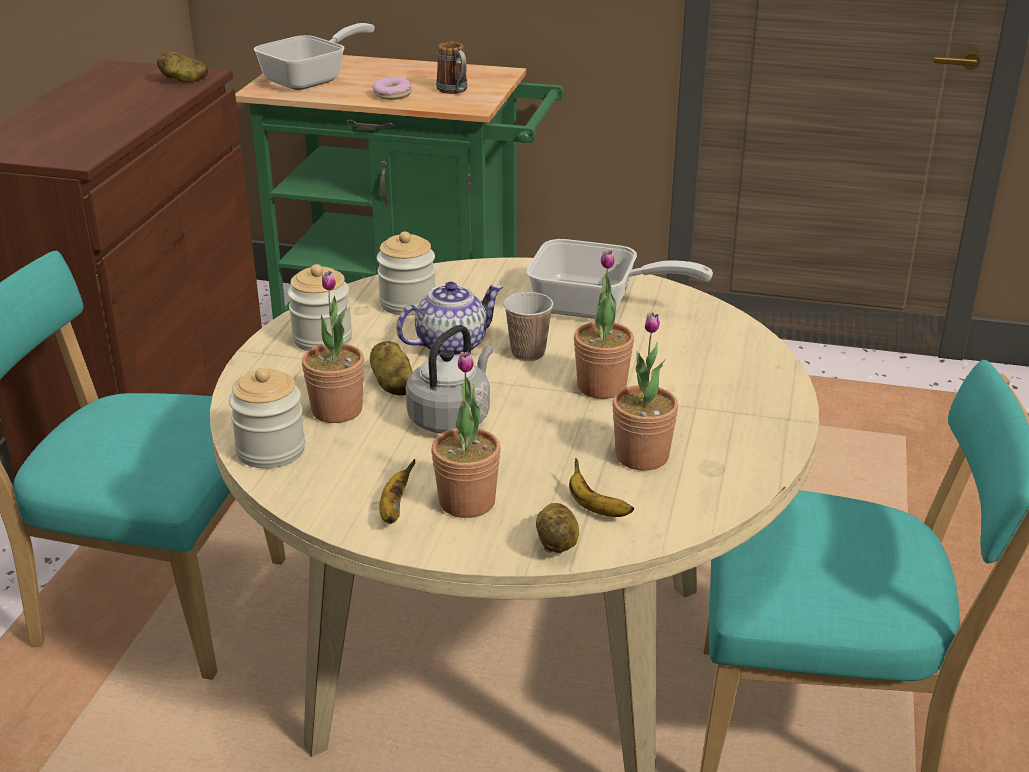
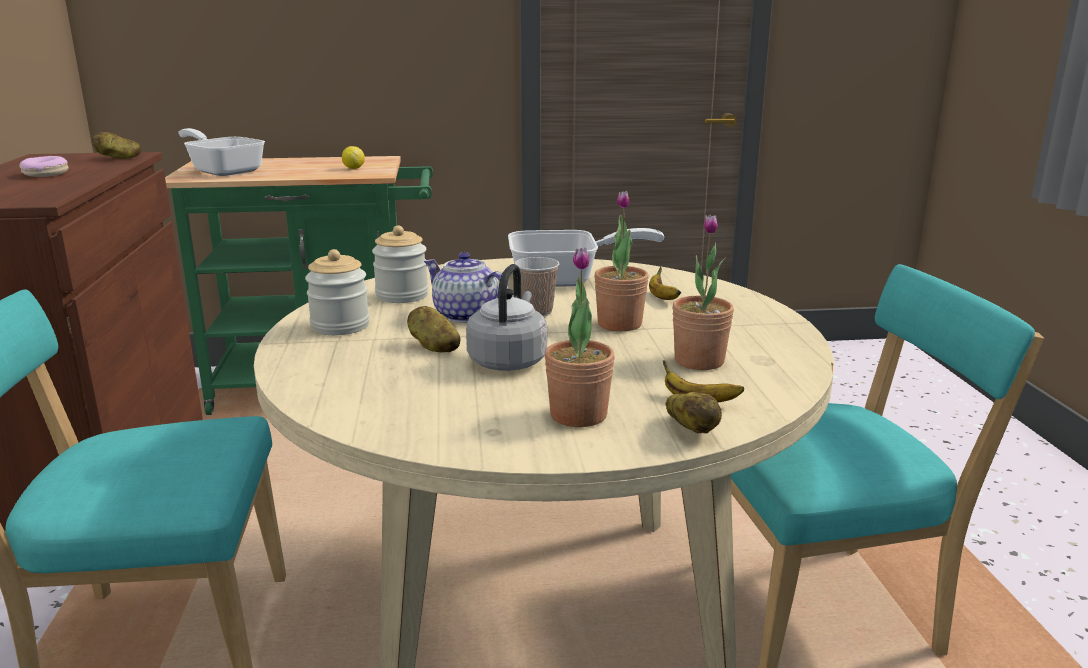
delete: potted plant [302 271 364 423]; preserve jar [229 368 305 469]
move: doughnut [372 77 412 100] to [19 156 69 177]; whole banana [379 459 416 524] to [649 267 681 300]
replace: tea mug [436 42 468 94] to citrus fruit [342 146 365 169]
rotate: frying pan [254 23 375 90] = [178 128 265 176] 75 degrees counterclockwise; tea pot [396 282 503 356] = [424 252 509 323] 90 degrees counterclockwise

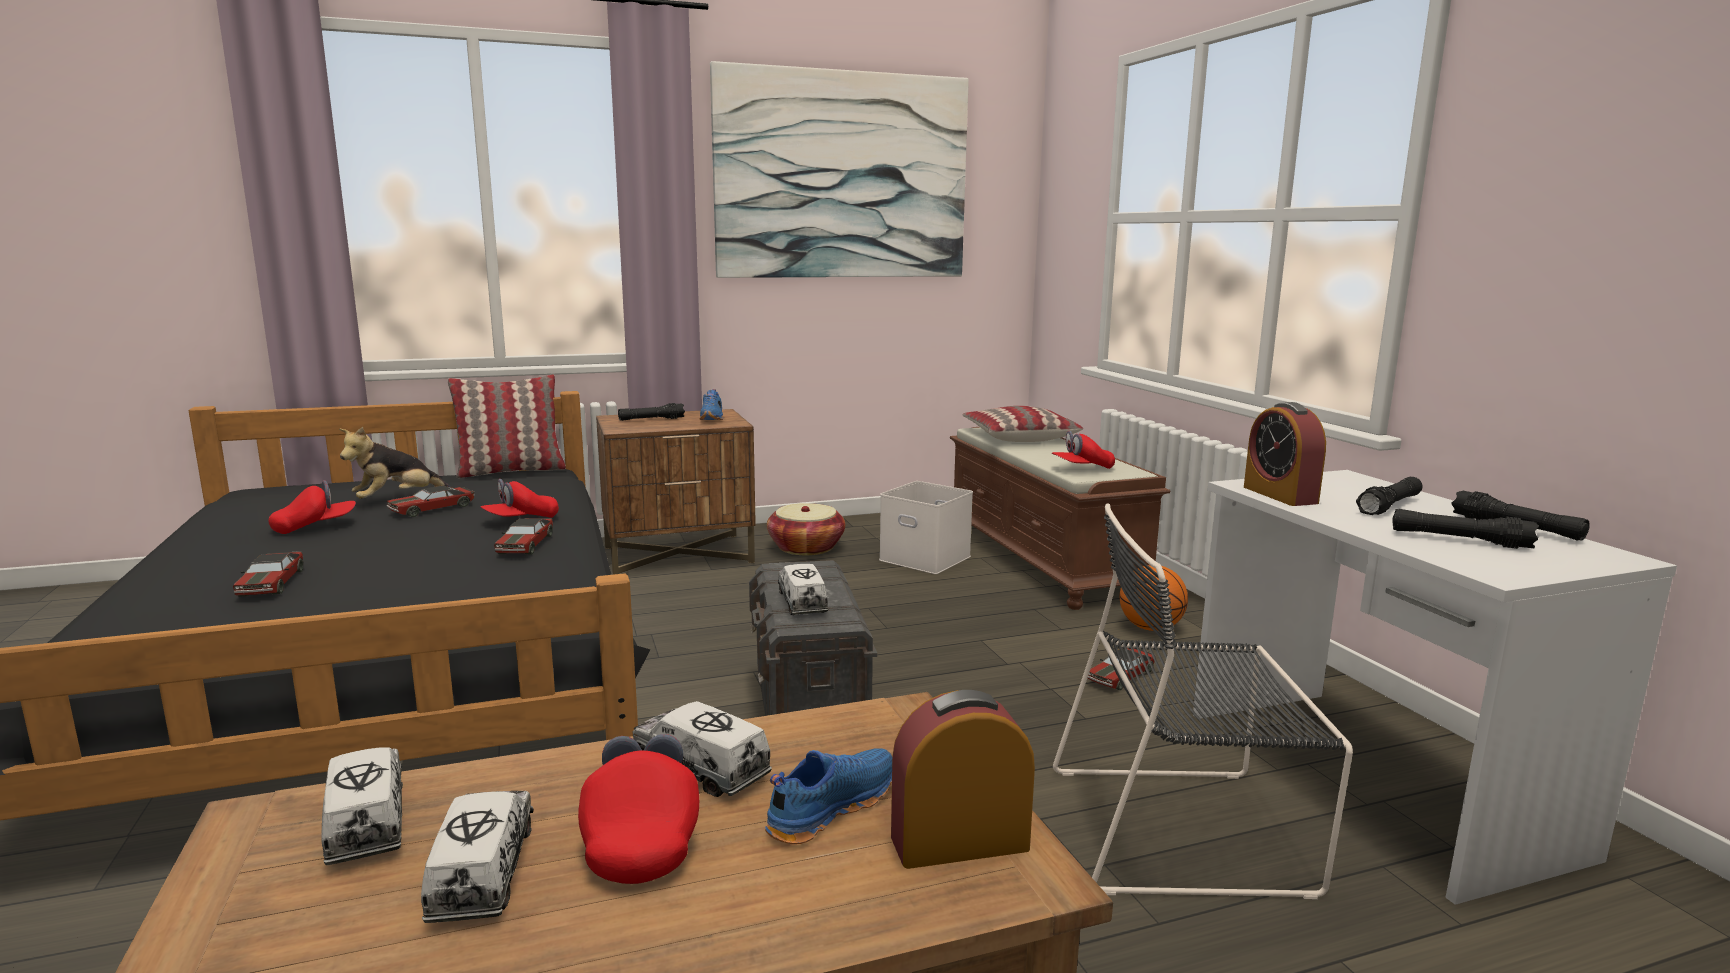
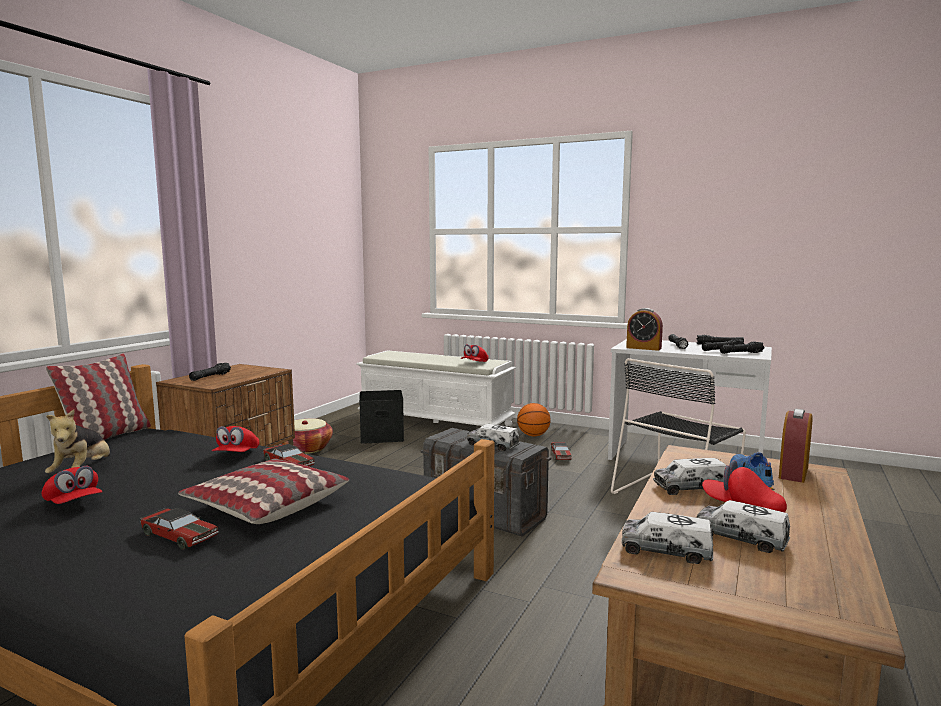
delete: picture [710 61 969 278]; blue-coloured shoe [699 389 723 420]; miniature car [387 486 475 517]
insert: blackish flashlight [720 342 765 354]
move: cushion [962 406 1083 442] to [178 458 349 524]
recolor: brownish bench [950 427 1171 610] to whitish bench [356 350 516 426]; whitish storage bin [879 481 973 574] to blackish storage bin [359 390 404 444]
rotate: red-coloured peaked cap [268 480 356 534] = [42 466 102 504] 120 degrees clockwise

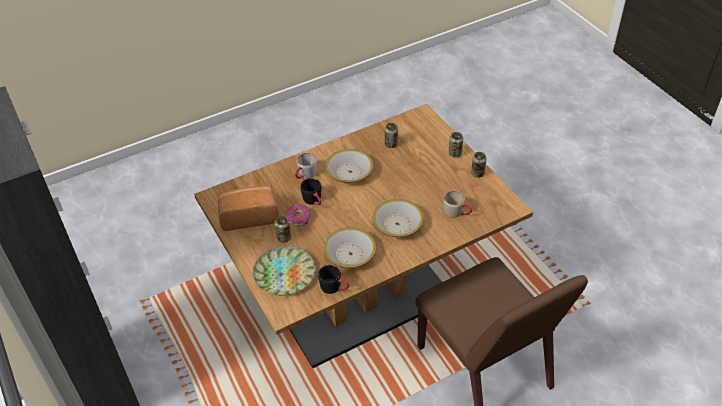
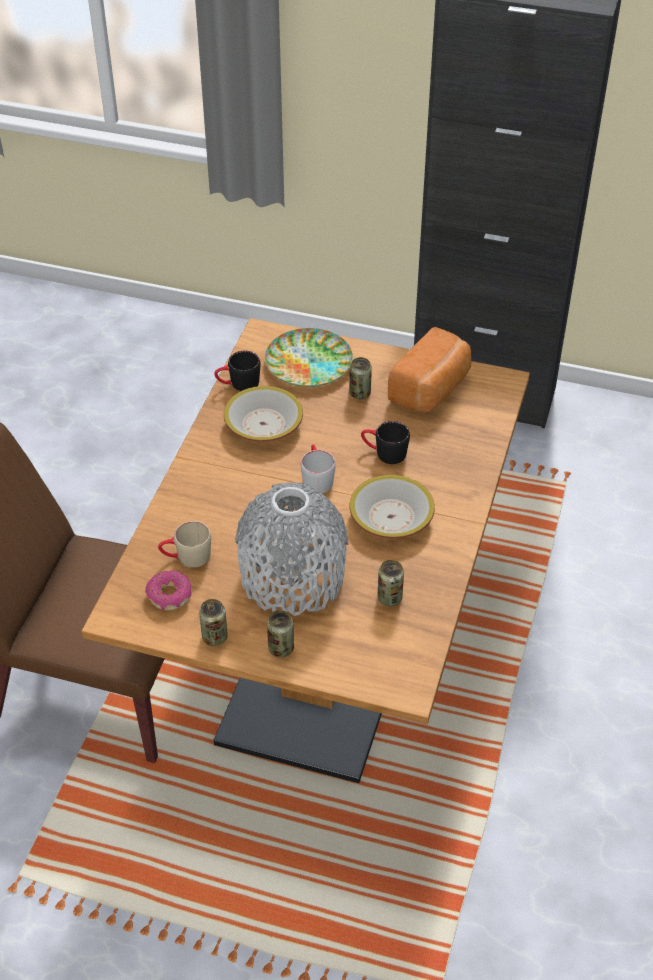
delete: serving bowl [373 199 424 238]
insert: grey decorative vase [235 483 348 616]
move: grey tea mug [295 153 317 179] to [301 444 336 494]; doughnut [286 204 311 226] to [145 571 191 610]

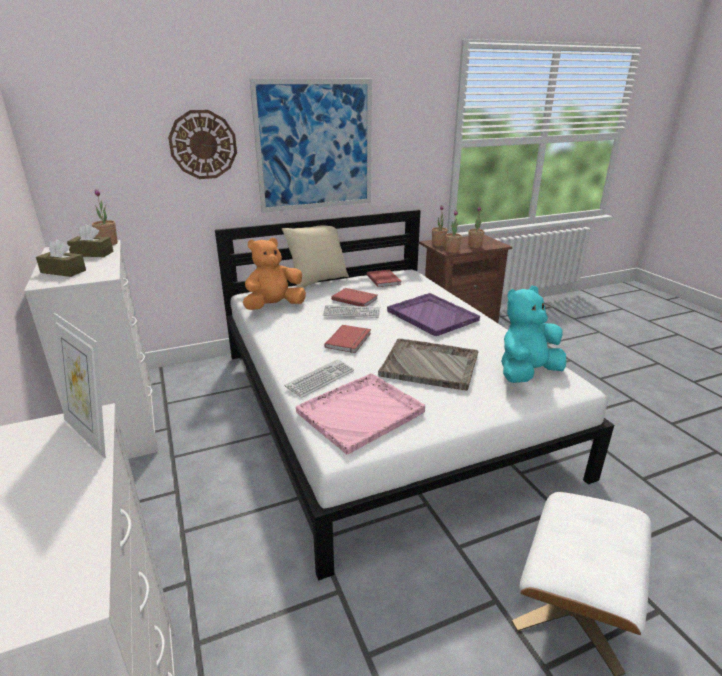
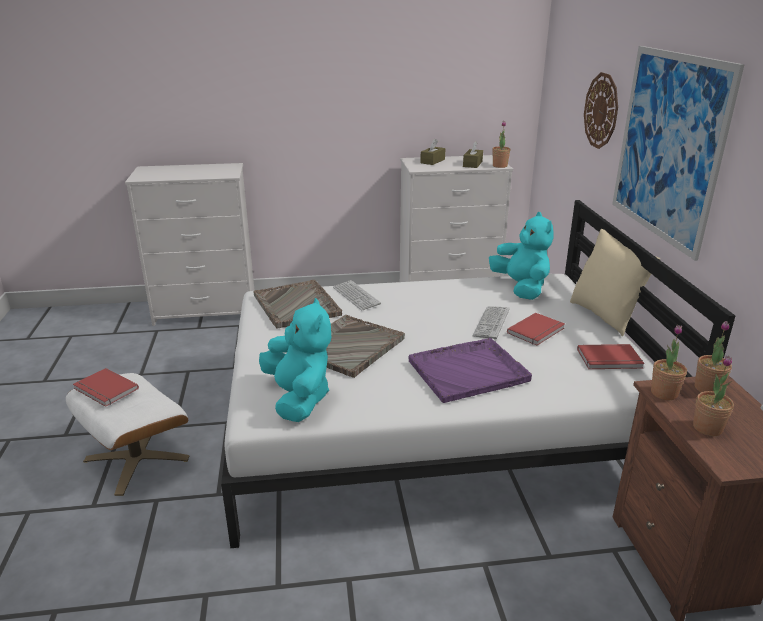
delete: photo frame [53 313 106 459]
move: red-coloured bound book [324 325 371 353] to [73 368 139 407]
recolor: orange soft toy [243 238 306 310] to blue-green soft toy [489 212 554 300]; pinkish carrying tray [296 373 425 454] to grey carrying tray [254 280 342 328]

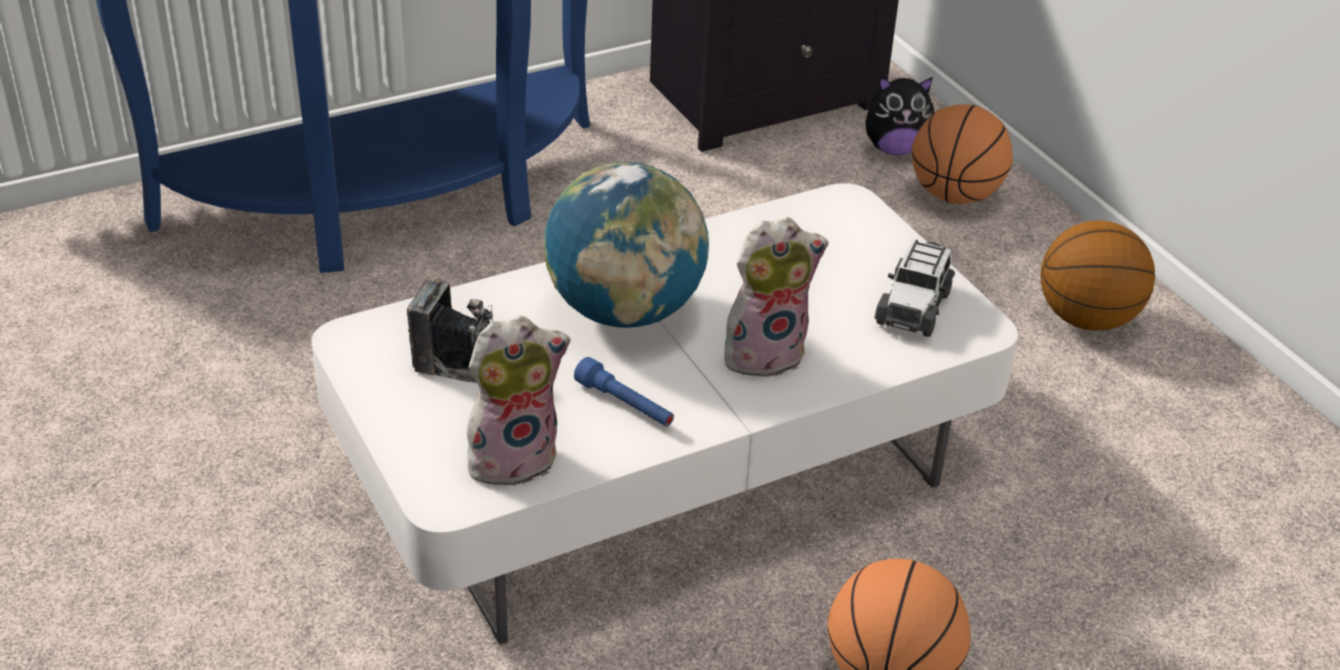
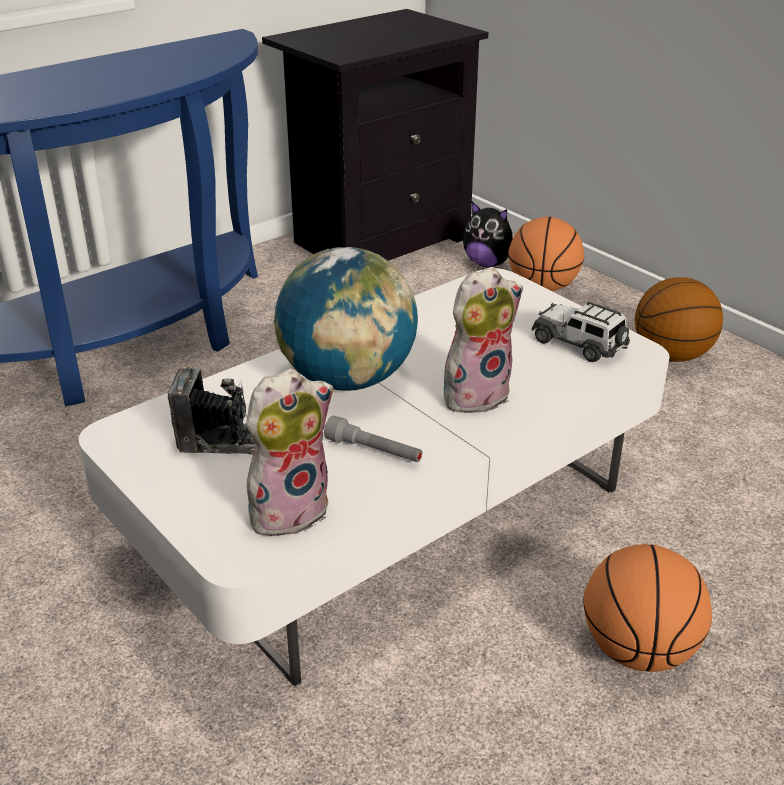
recolor: blue-coloured flashlight [574 357 674 426] to grey flashlight [324 416 422 462]
rotate: soft toy [865 76 934 155] = [463 202 513 267] 45 degrees clockwise; miniature car [874 240 955 337] = [532 302 630 362] 120 degrees clockwise

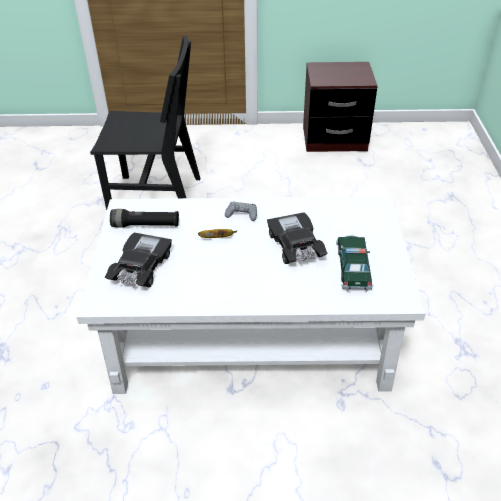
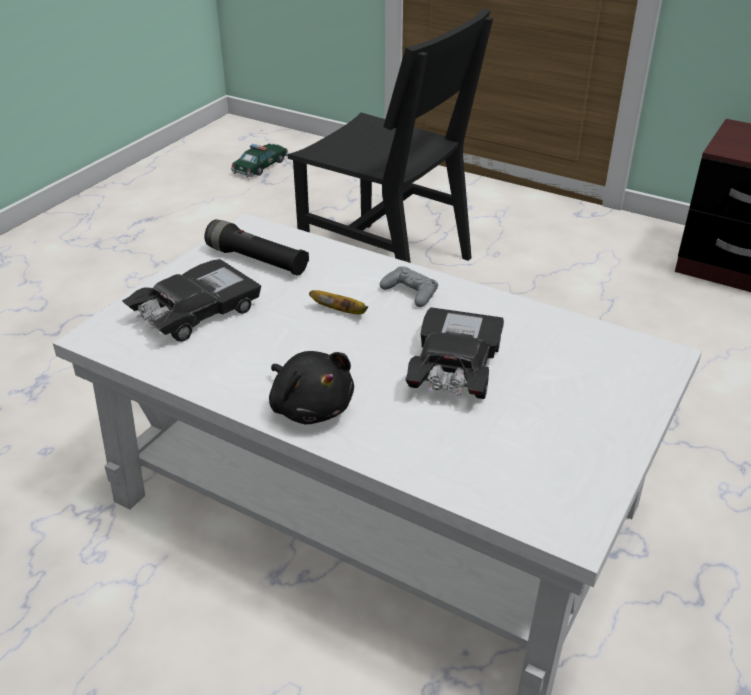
insert: blackish soft toy [269 351 354 424]
move: miniature car [336 235 373 291] to [231 144 289 178]

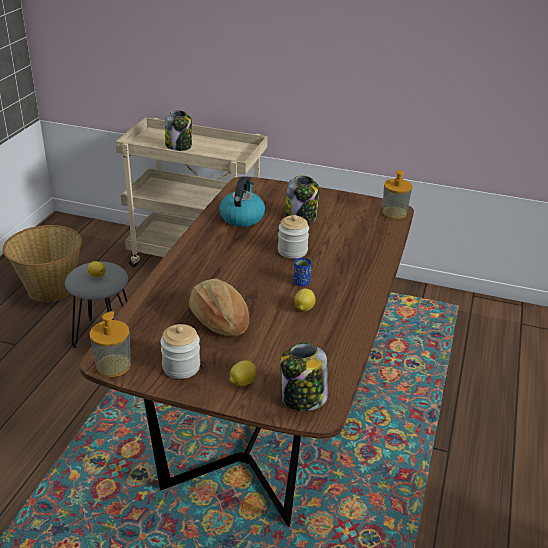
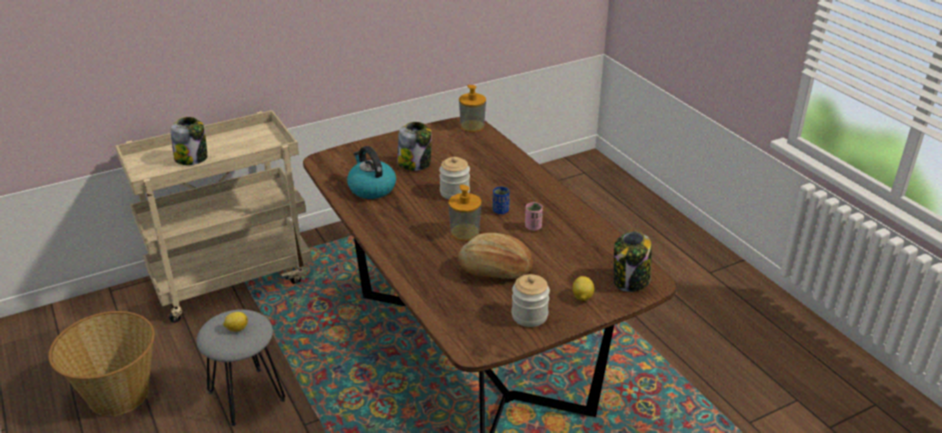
move: soap bottle [89 311 131 377] to [448 185 481 241]
replace: citrus fruit [294 288 316 311] to pinkish cup [525 202 543 231]

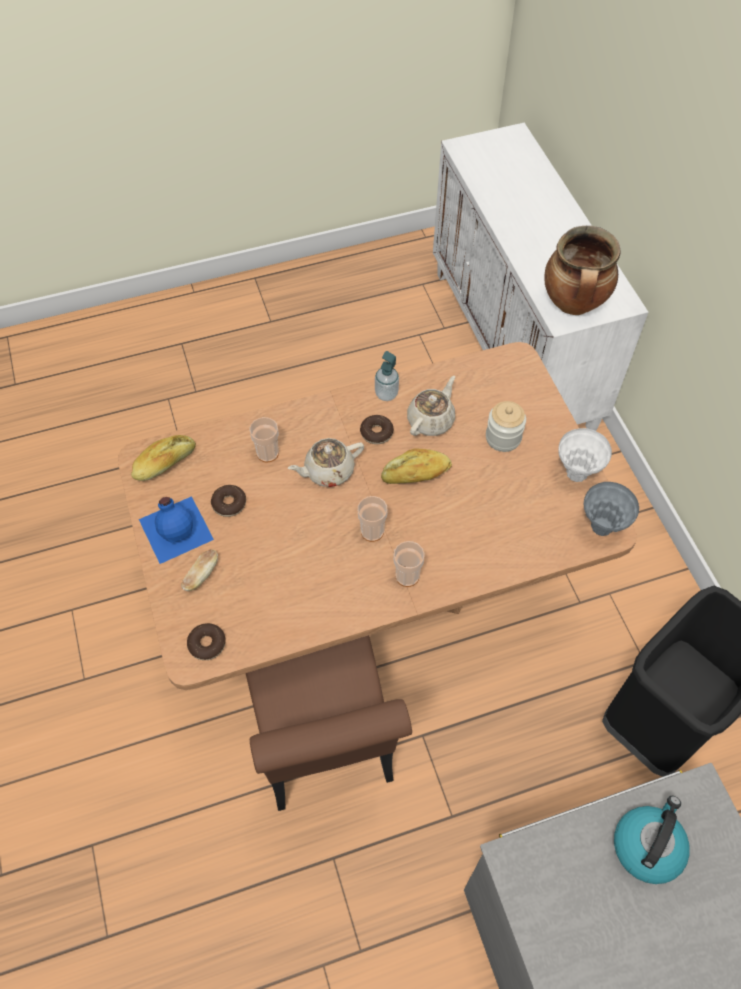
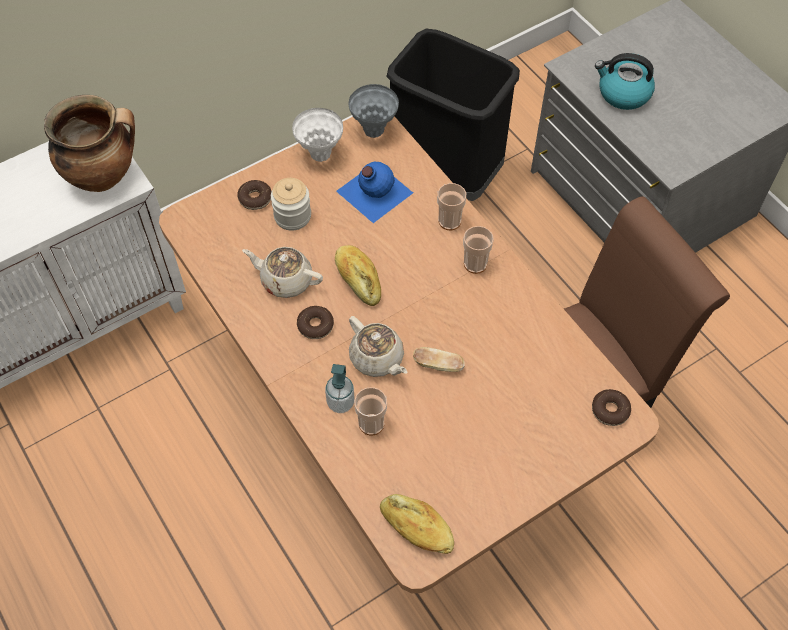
move: soap bottle [375 351 399 401] to [325 364 355 413]; doughnut [211 485 246 517] to [237 180 272 210]; blue-coloured drink bottle [139 496 214 564] to [336 162 413 223]; cup [357 496 388 542] to [437 183 466 230]; baked bread [181 549 218 591] to [413 347 465 372]

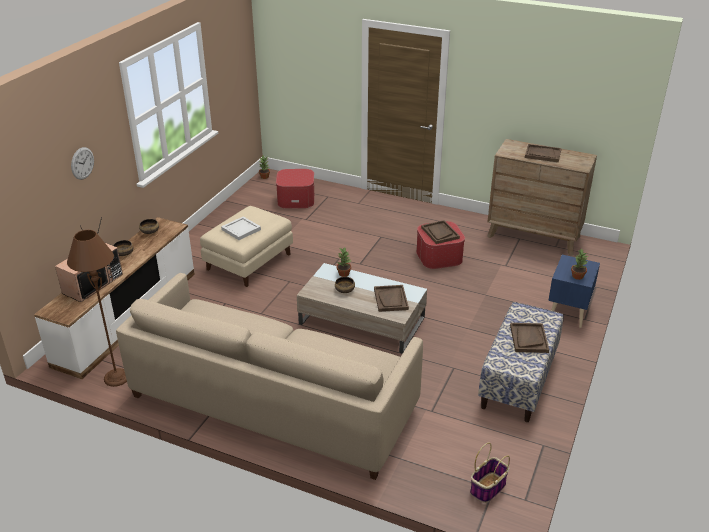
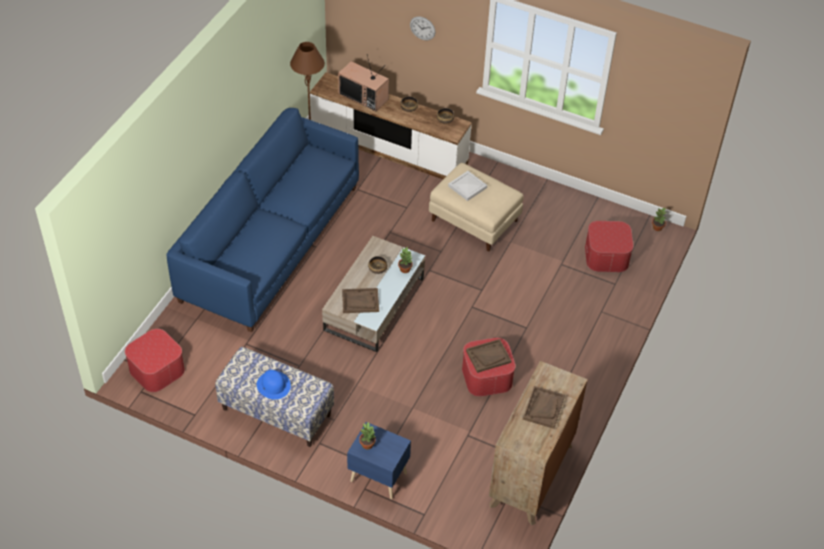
replace: brownish carrying tray [510 323 549 353] to blue-coloured clothing hat [257 370 291 400]; basket [470 443 510 503] to ottoman [125 329 185 392]
recolor: sand-coloured sofa [116 273 423 480] to blue-coloured sofa [166 108 359 333]

